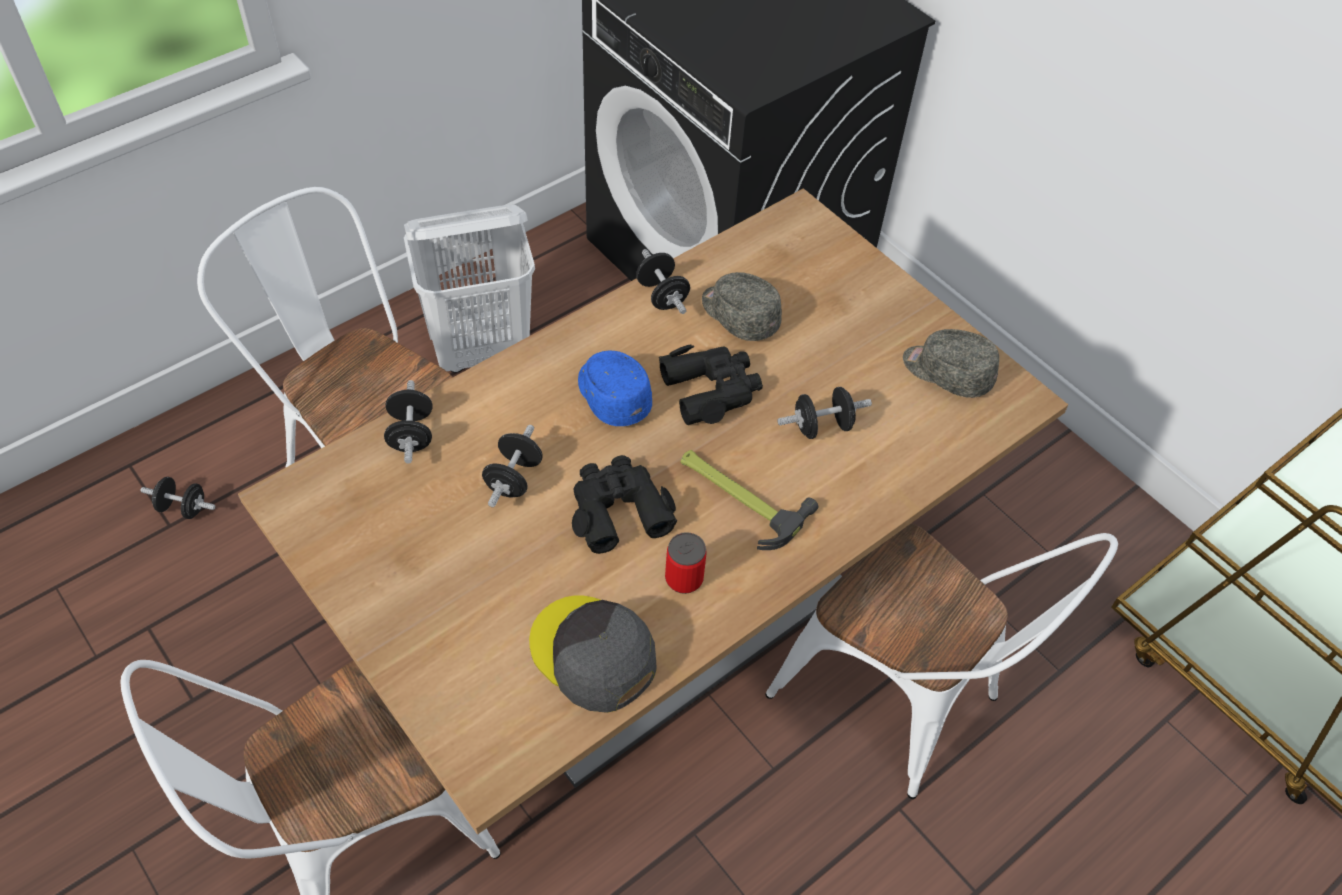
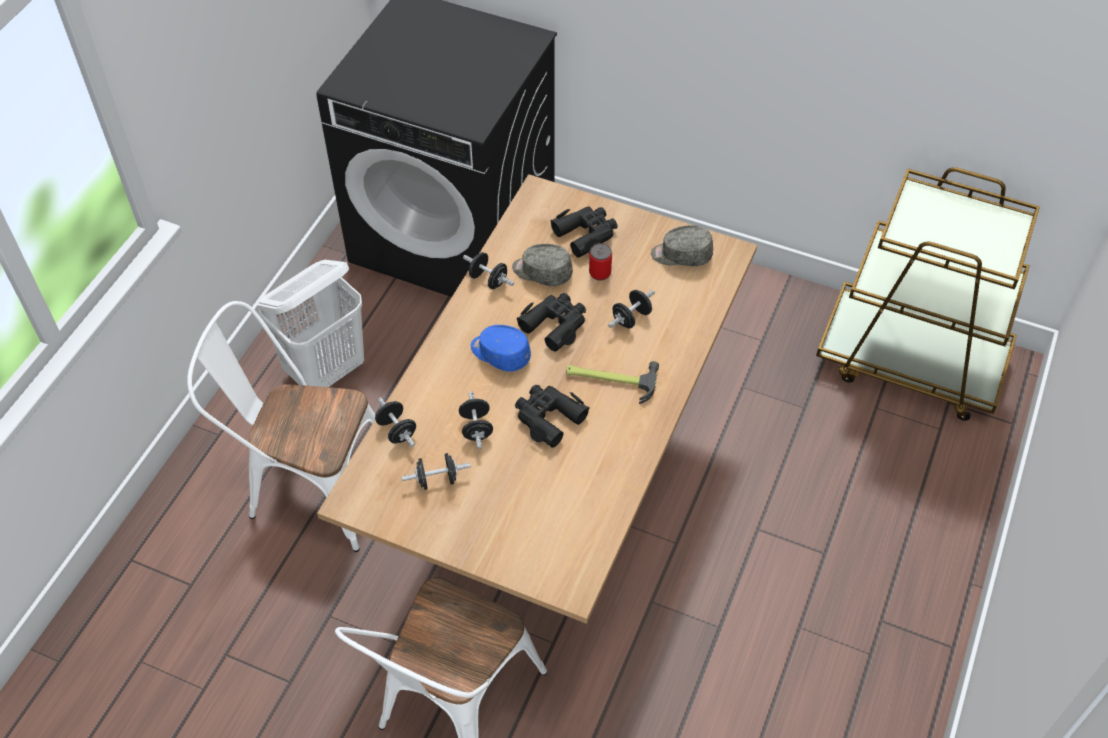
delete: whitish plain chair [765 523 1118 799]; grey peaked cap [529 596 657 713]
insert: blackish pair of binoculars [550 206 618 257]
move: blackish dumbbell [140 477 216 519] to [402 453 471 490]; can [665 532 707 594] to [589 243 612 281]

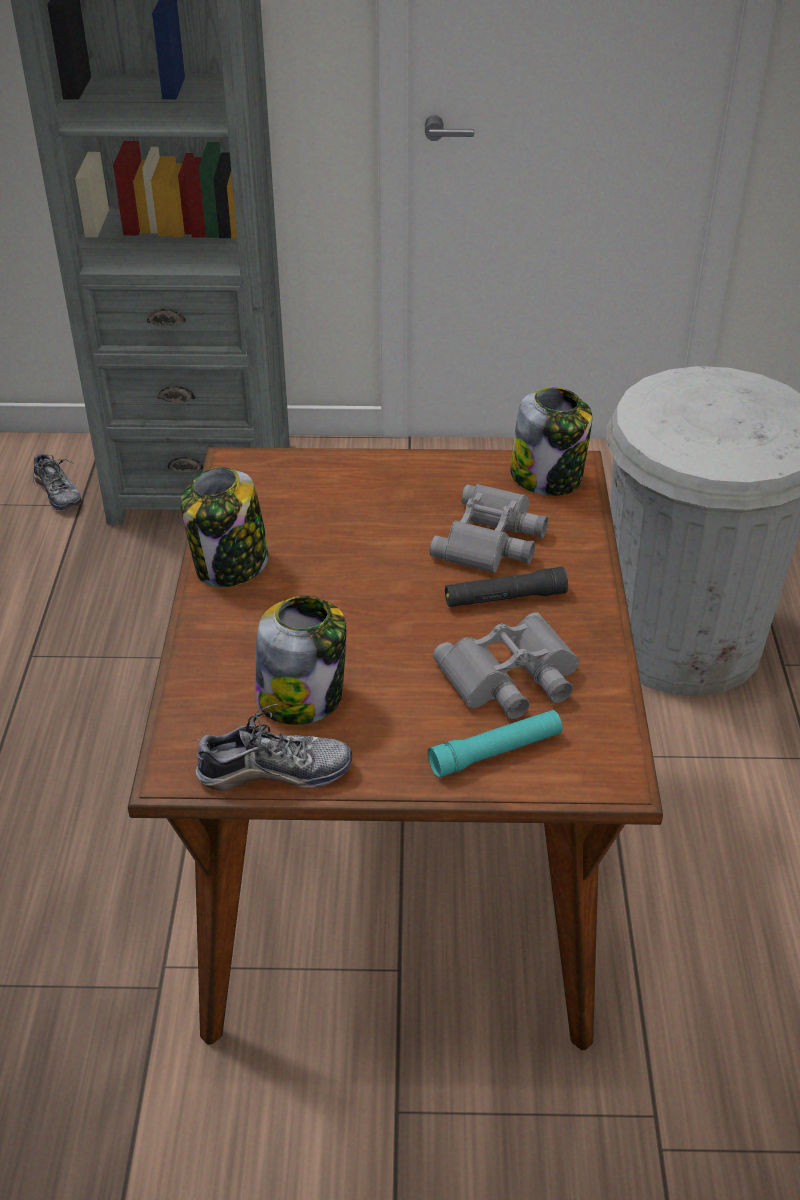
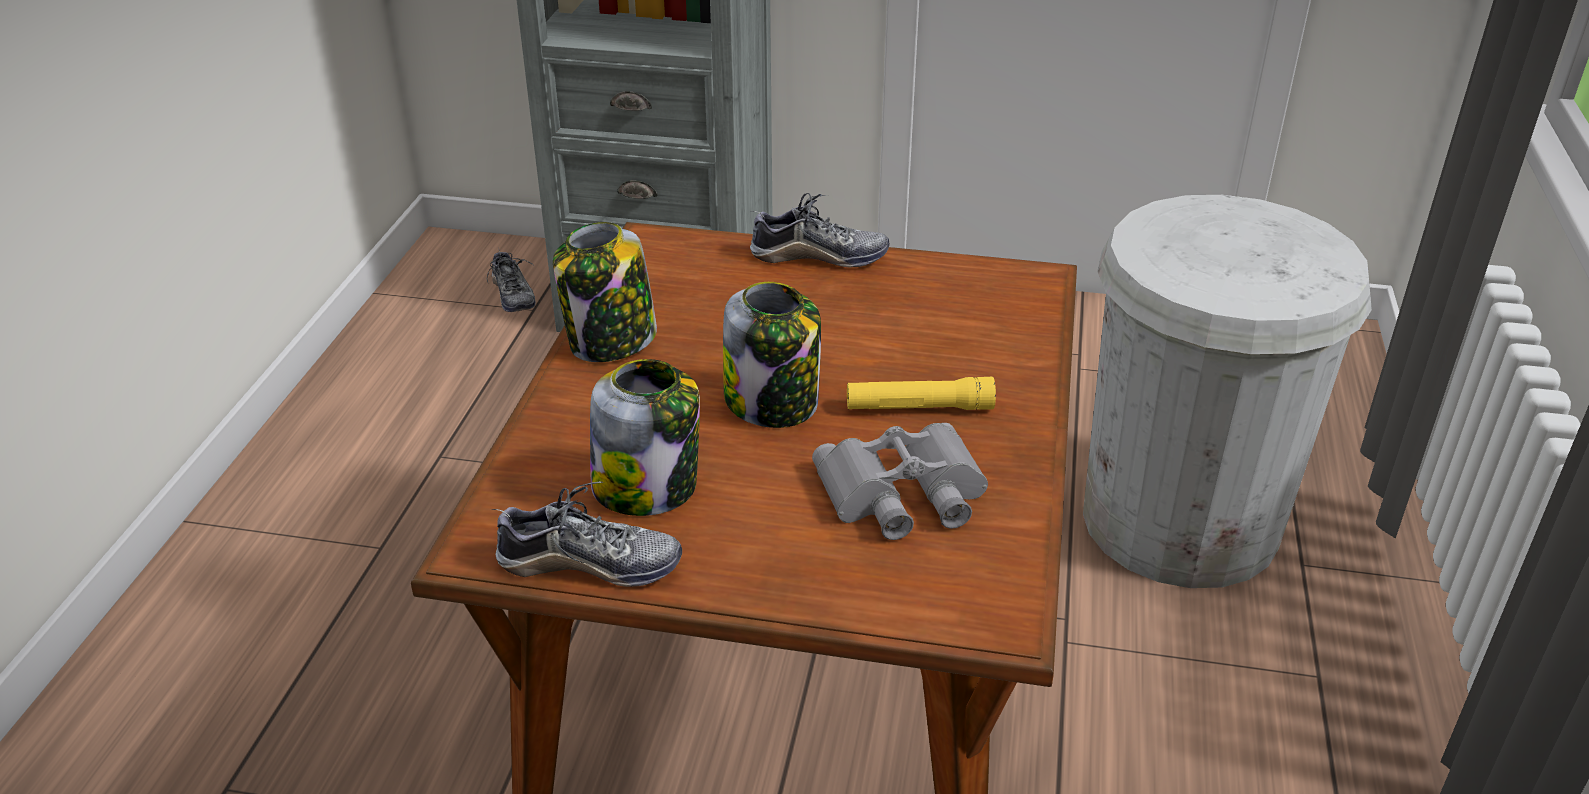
delete: grey pair of binoculars [430 484 548 573]; blue-green flashlight [428 710 563 778]
insert: shoe [749 193 890 267]
move: preserve jar [510 387 592 496] to [723 282 821 428]
recolor: blackish flashlight [445 567 568 607] to yellowish flashlight [847 377 996 410]

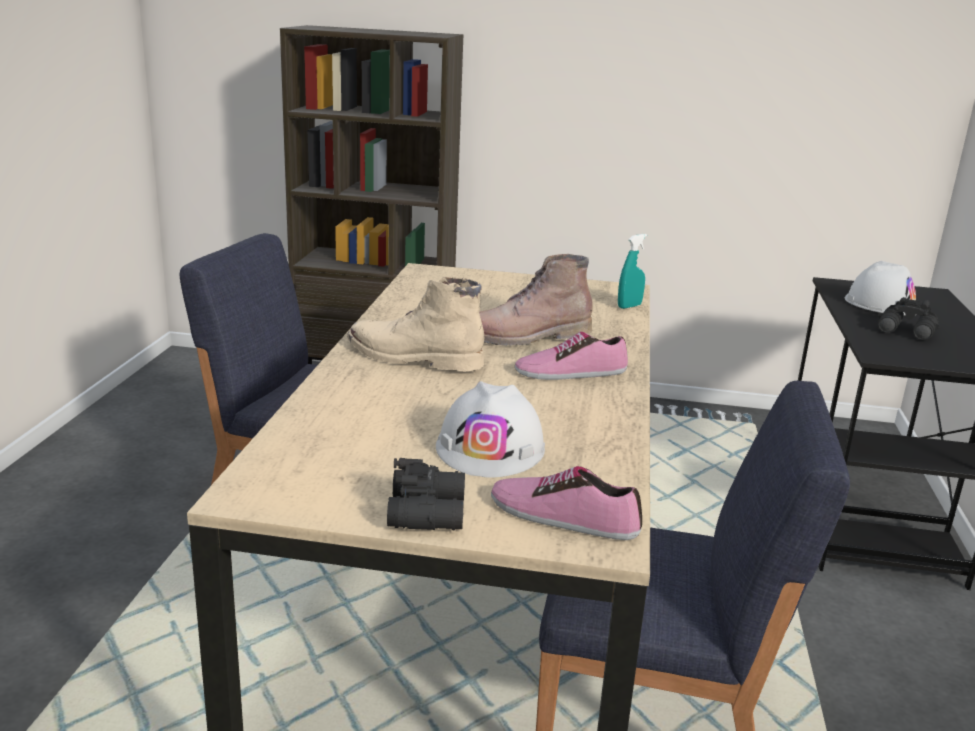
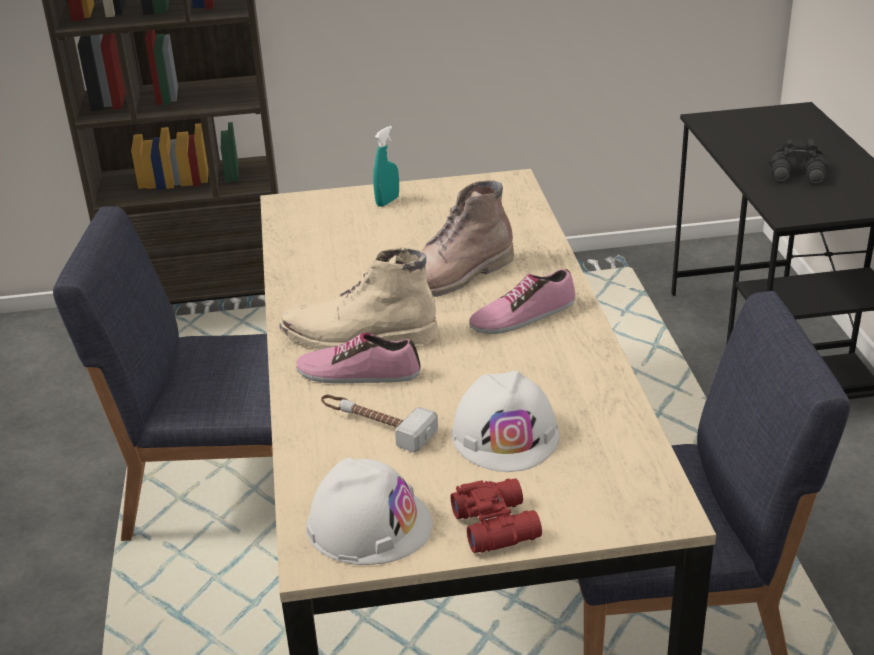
insert: hammer [321 395 438 452]
move: blue-green hand sprayer [618 234 647 309] to [373 126 399 207]; whitish hard hat [845 261 917 316] to [306 458 433 565]; shoe [491 466 642 540] to [297 333 421 383]
recolor: blackish pair of binoculars [387 458 465 530] to red-coloured pair of binoculars [450 478 542 553]

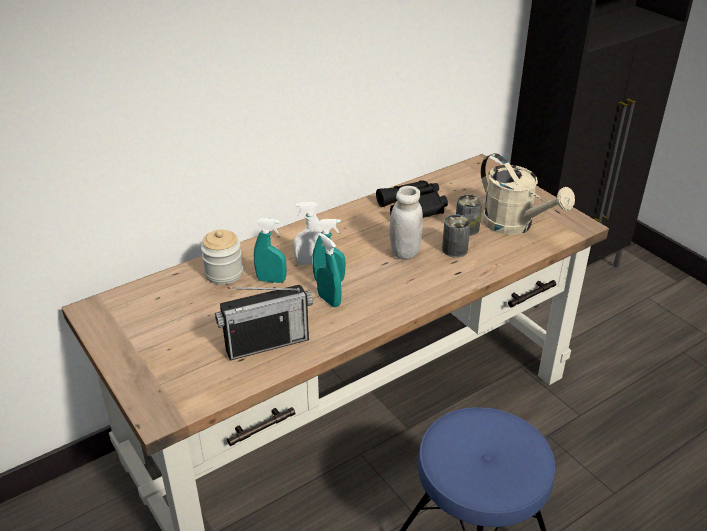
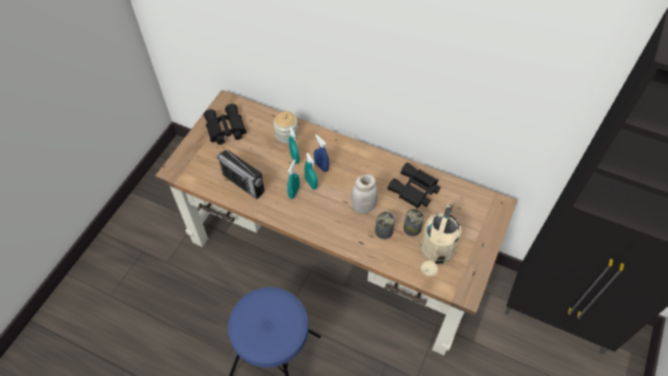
insert: blackish pair of binoculars [204 104 246 145]
recolor: whitish hand sprayer [293 202 322 265] to blue-coloured hand sprayer [314 134 329 172]

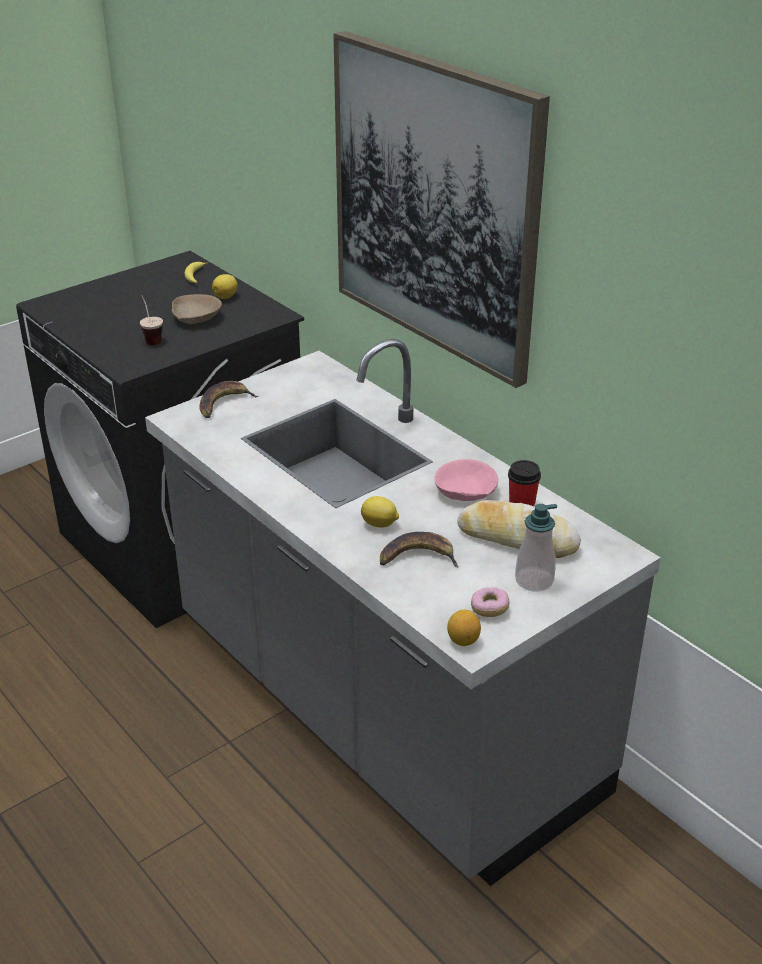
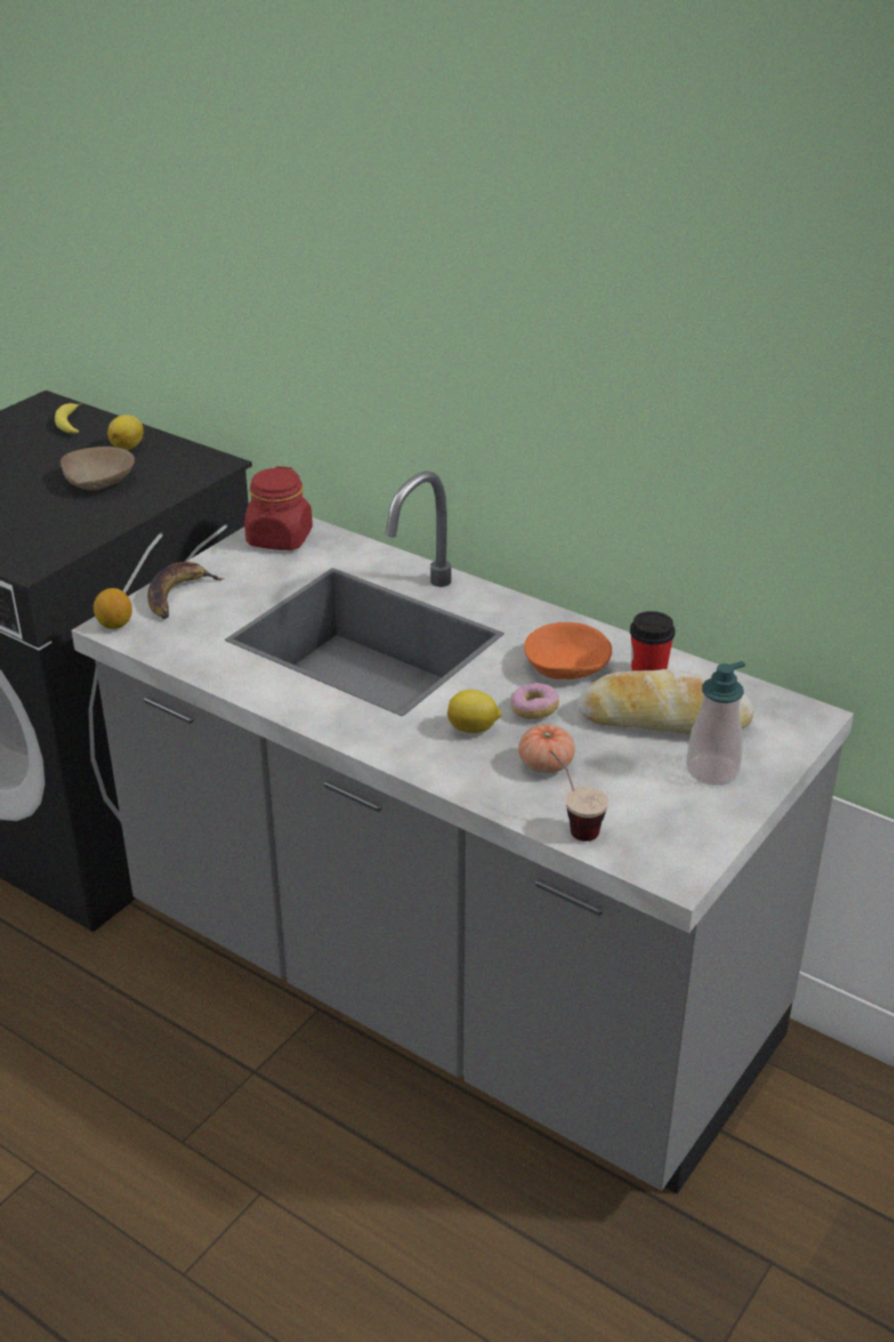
delete: picture [333 31 550 388]
insert: red-coloured preserve jar [245 466 313 550]
move: cup [140 295 163 345] to [549 749 609 841]; doughnut [471 588 509 617] to [510 683 559 719]; citrus fruit [447 610 481 646] to [93 588 132 629]
replace: whole banana [380 532 458 567] to tomato [518 724 575 773]
recolor: pinkish serving bowl [434 459 498 501] to orange serving bowl [524 622 612 679]

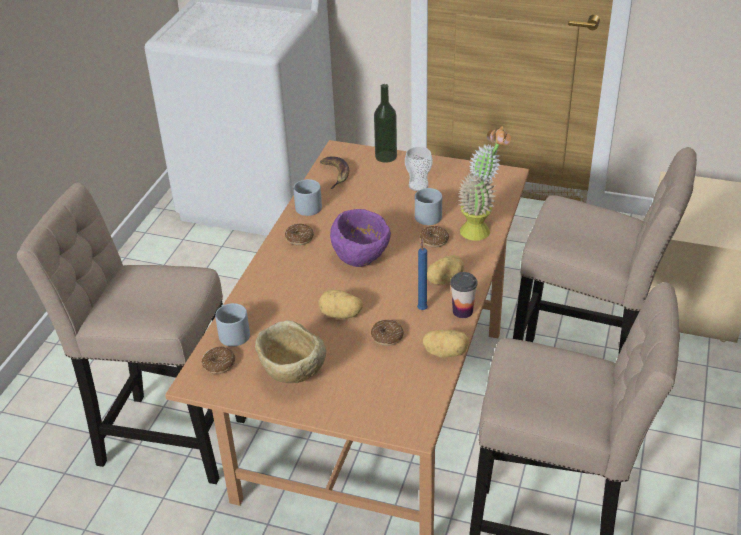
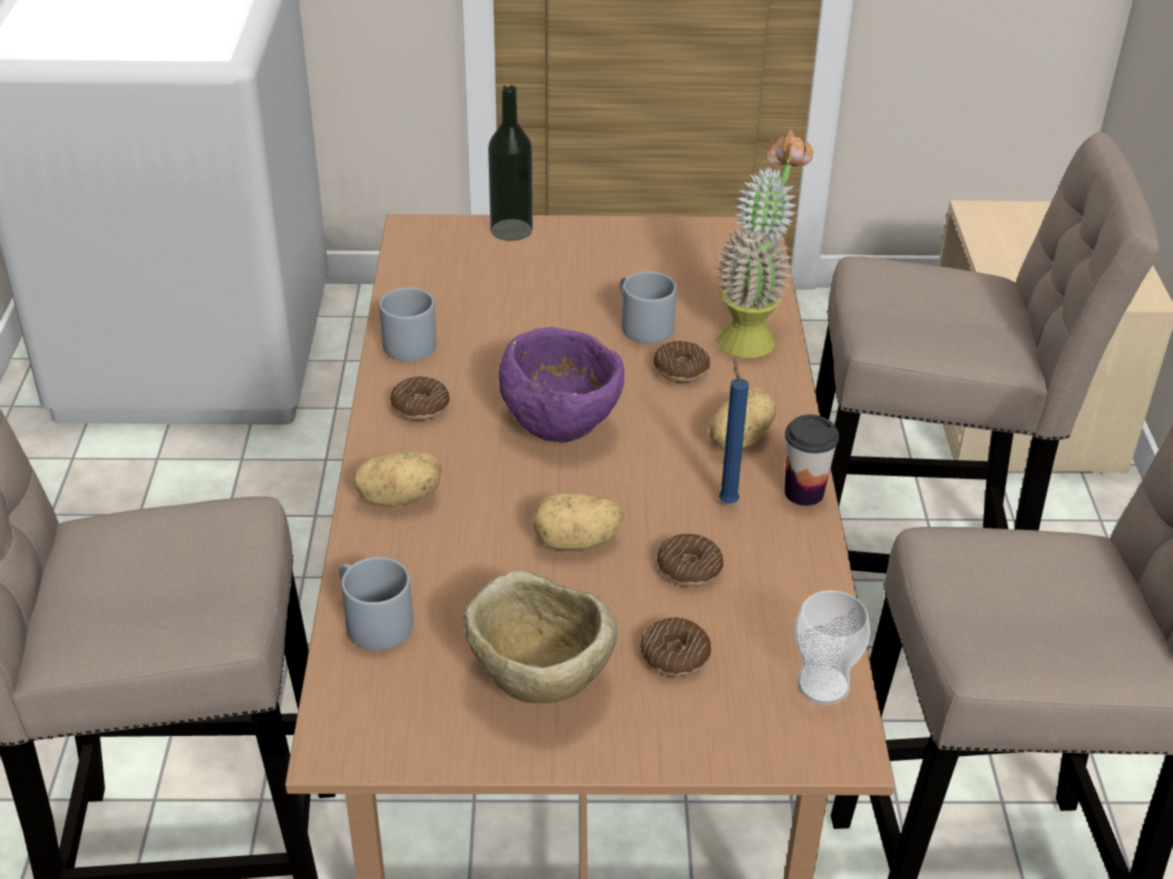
delete: whole banana [320 157 349 189]
move: cup [405 147 433 191] to [794 590 870 705]; potato [423 330 469 358] to [353 452 441 506]; doughnut [202 347 235 374] to [640 618 711 676]

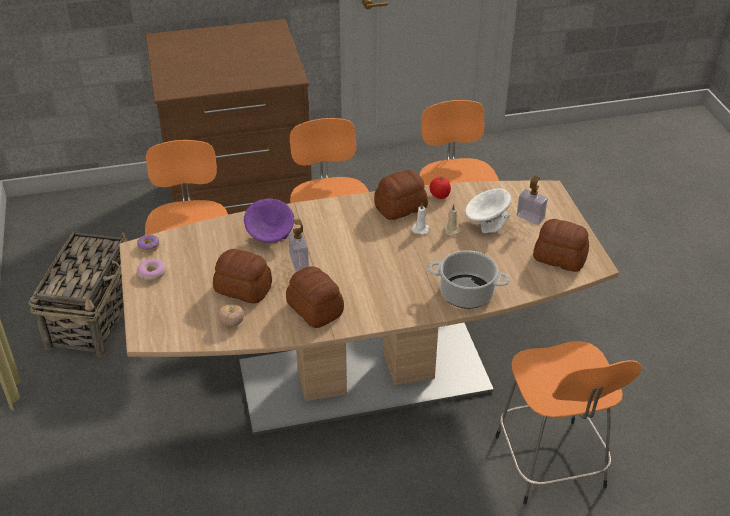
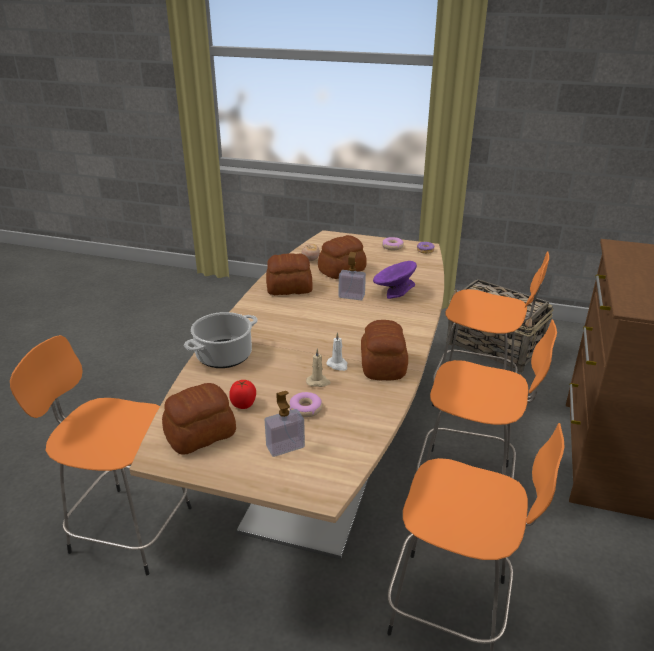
move: tomato [429 177 451 199] to [229 380 256 409]
replace: whitish serving bowl [465 188 511 233] to doughnut [289 392 323 418]

